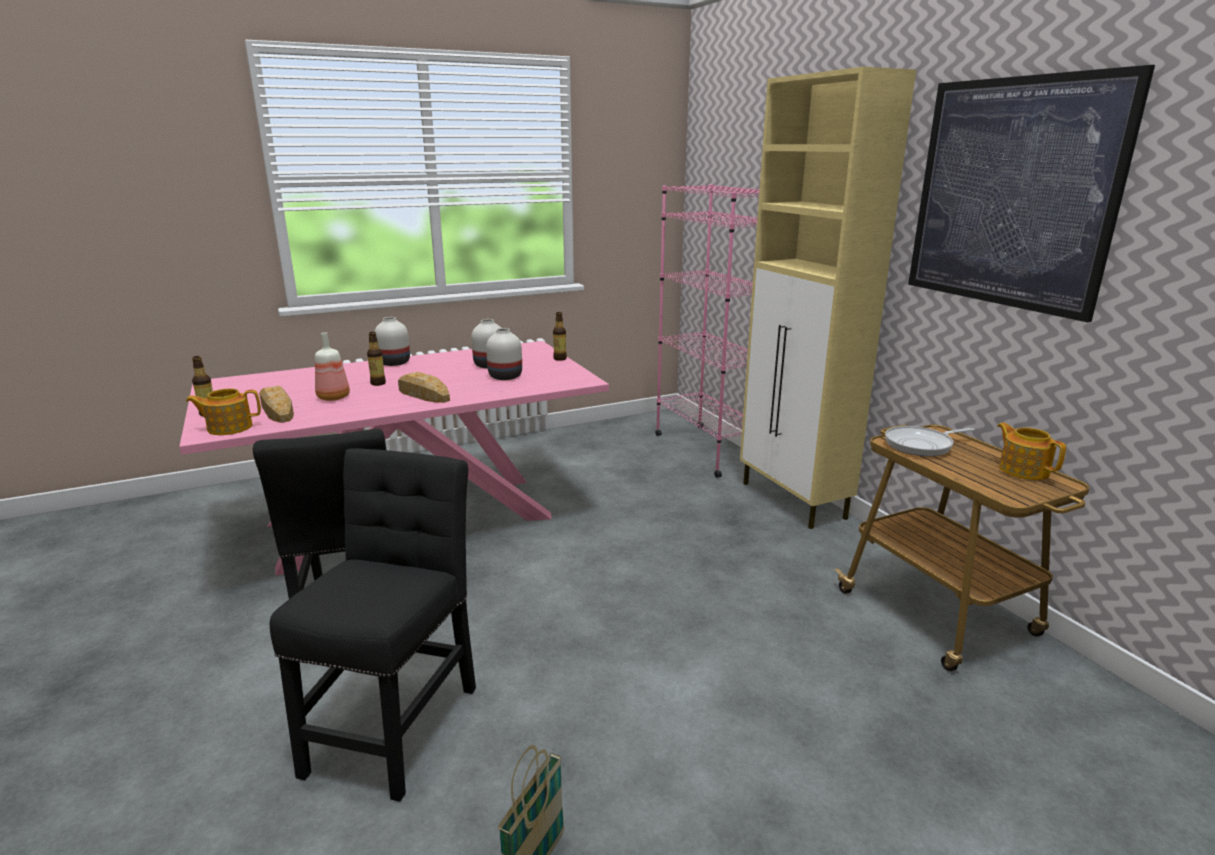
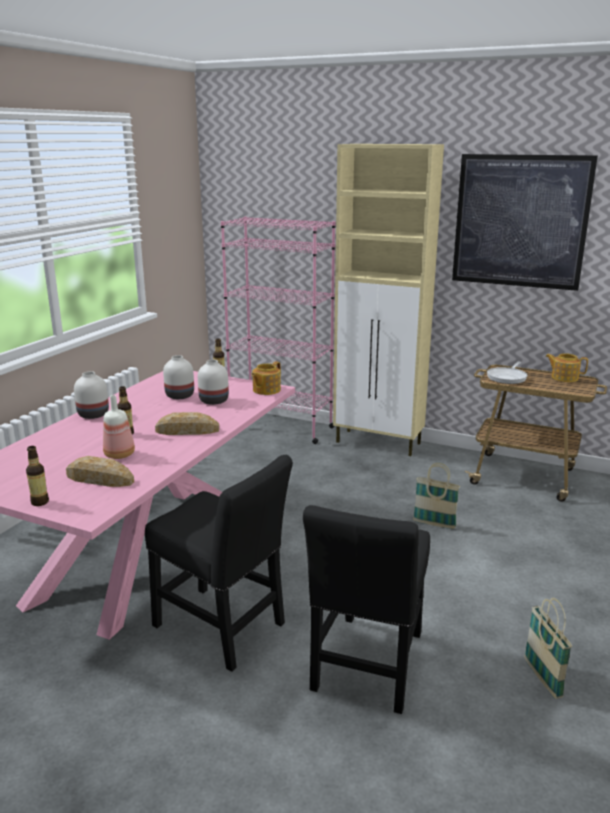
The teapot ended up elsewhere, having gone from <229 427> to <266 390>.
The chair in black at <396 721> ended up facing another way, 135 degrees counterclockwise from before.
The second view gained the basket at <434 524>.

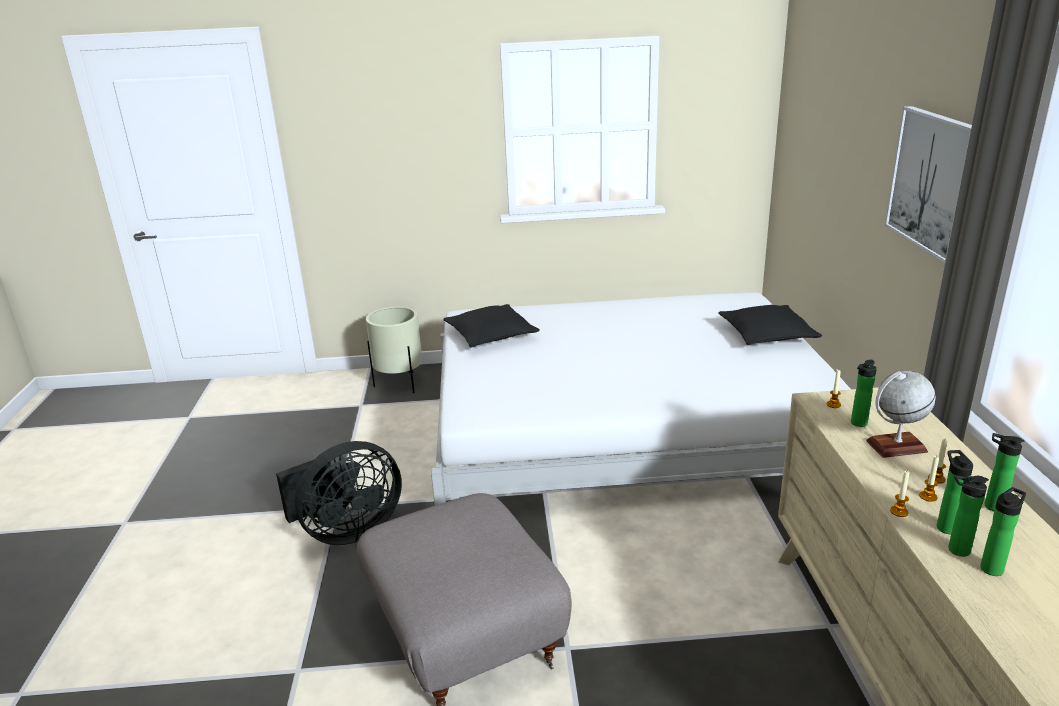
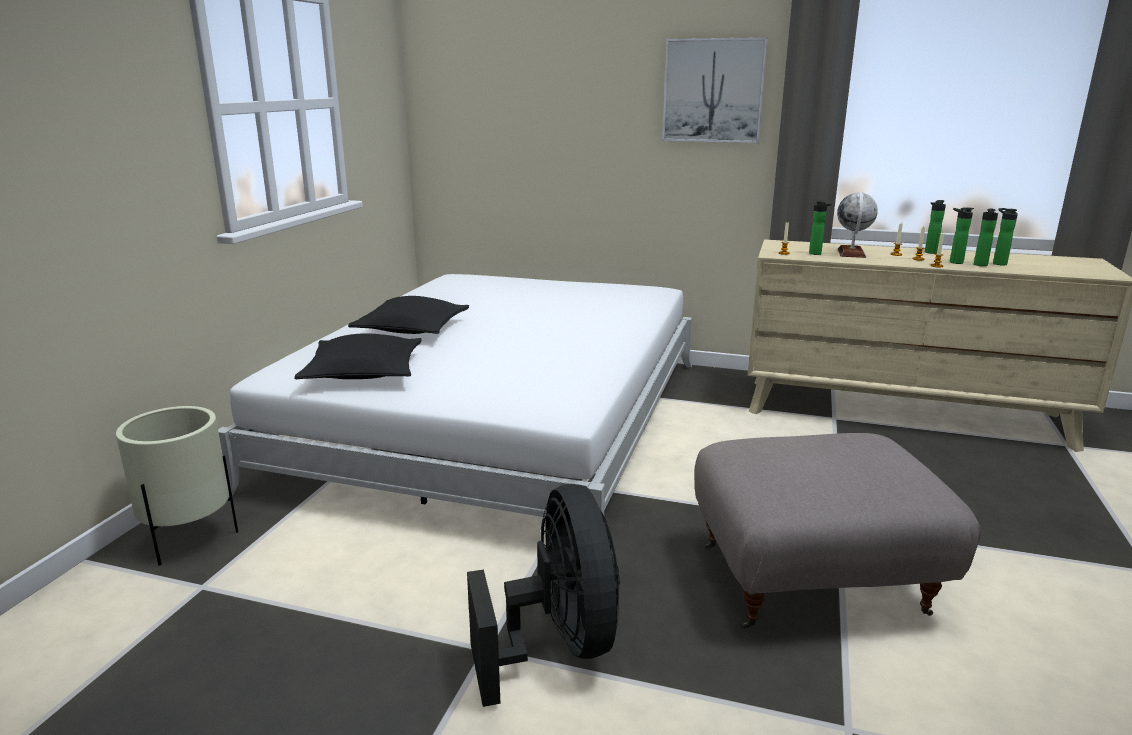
The pillow in black ended up elsewhere, having gone from <767 335> to <412 329>.

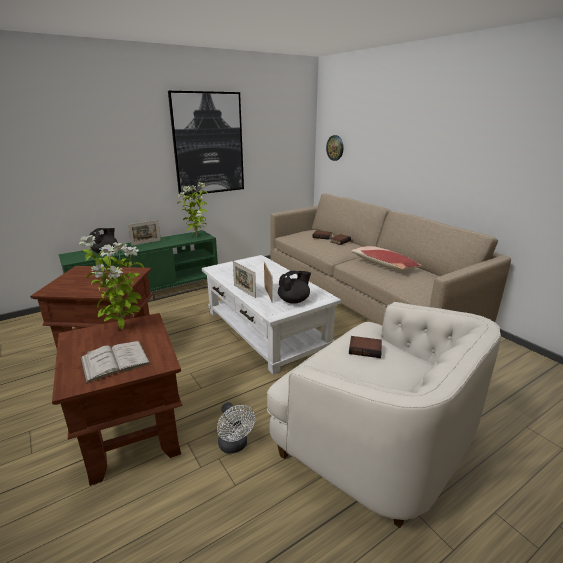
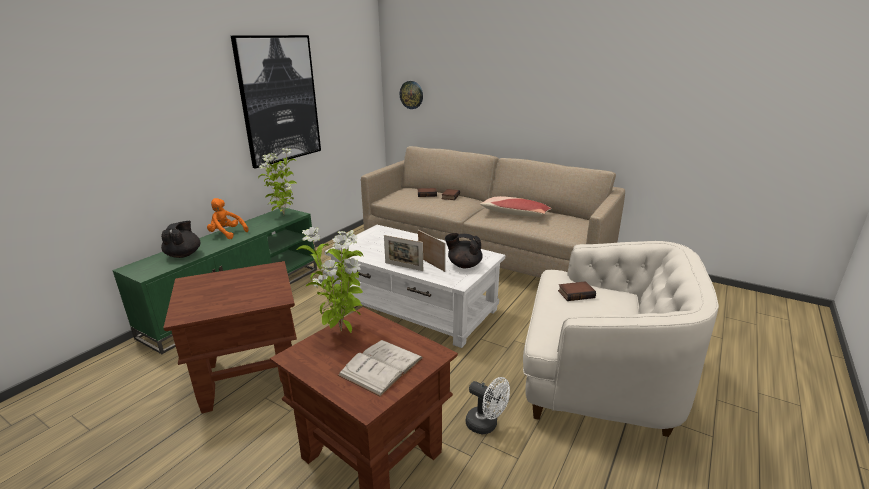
Where the picture frame stood at <146 243>, the plush toy in orange came to stand at <226 234>.
The teapot in black at <294 300> ended up facing another way, 105 degrees counterclockwise from before.

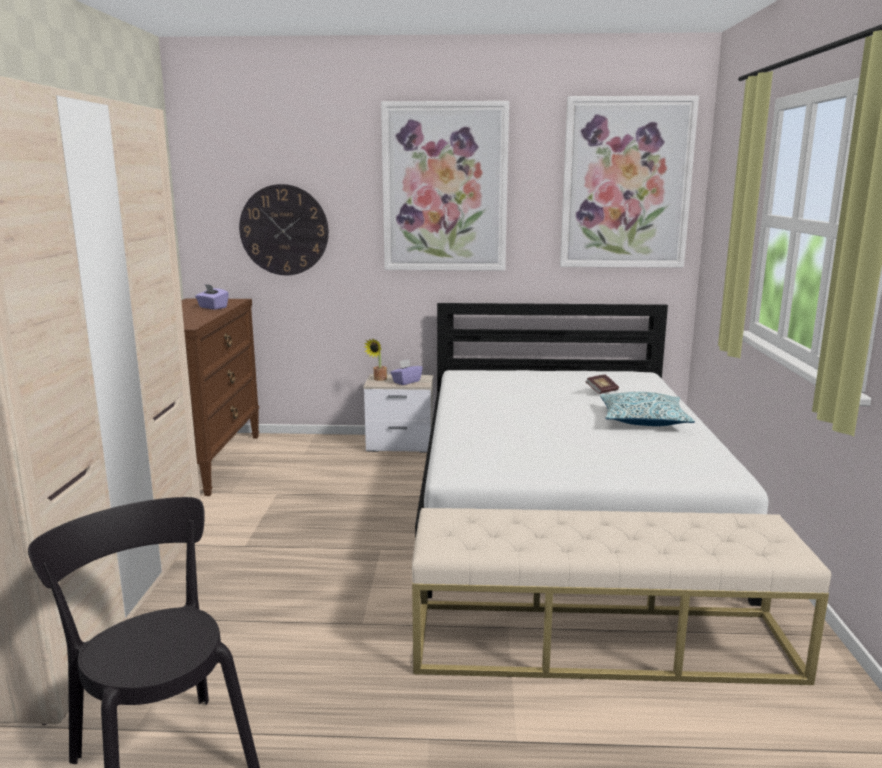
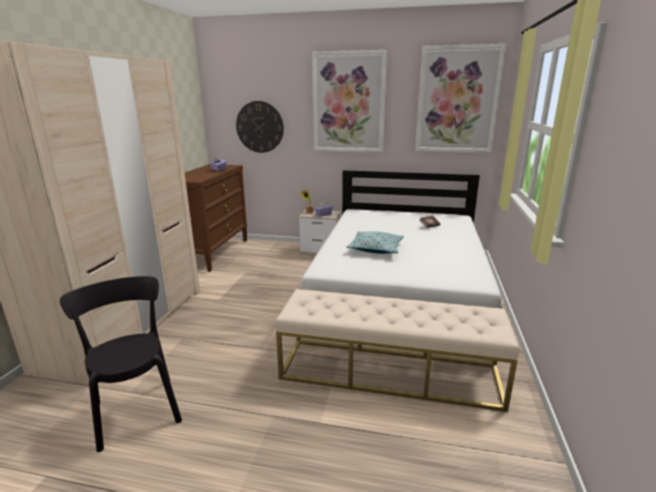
The pillow ended up elsewhere, having gone from <643 420> to <376 249>.

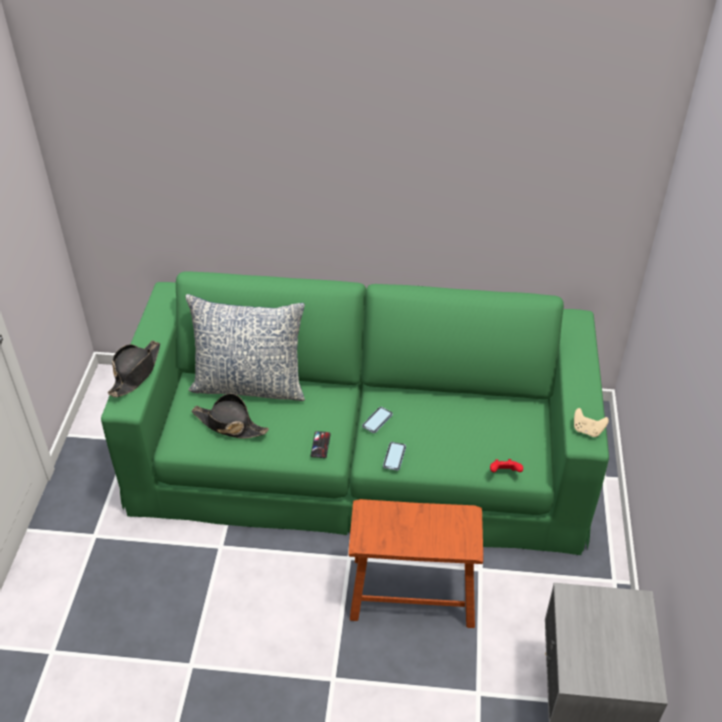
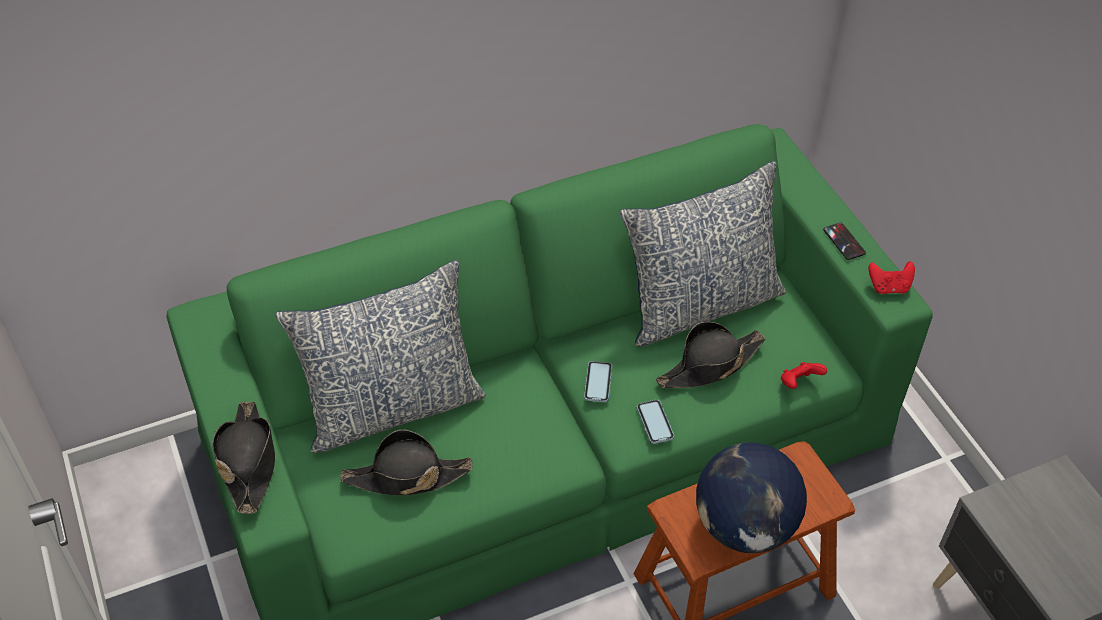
The phone ended up elsewhere, having gone from <320 445> to <844 241>.
What was the game controller in beige at <587 430> turned into the game controller in red at <889 287>.
The second view gained the pillow at <700 304>.
The second view gained the hat in black at <710 365>.
The second view gained the globe at <745 527>.

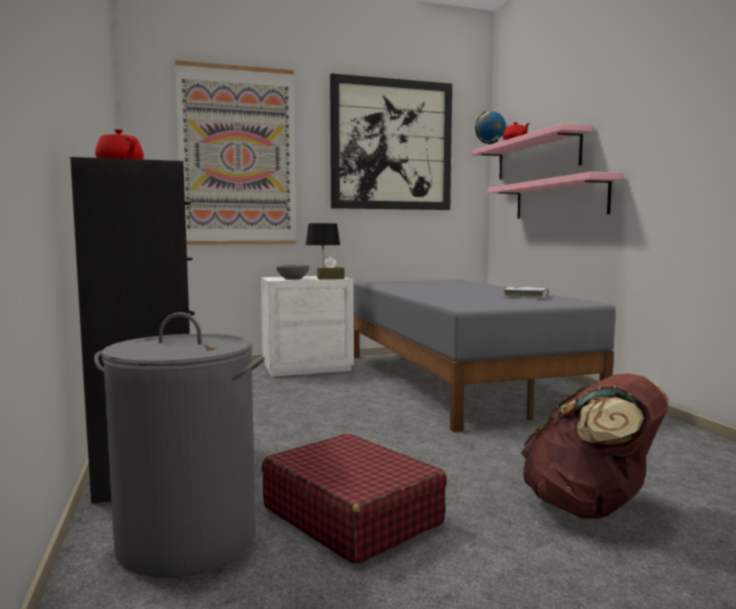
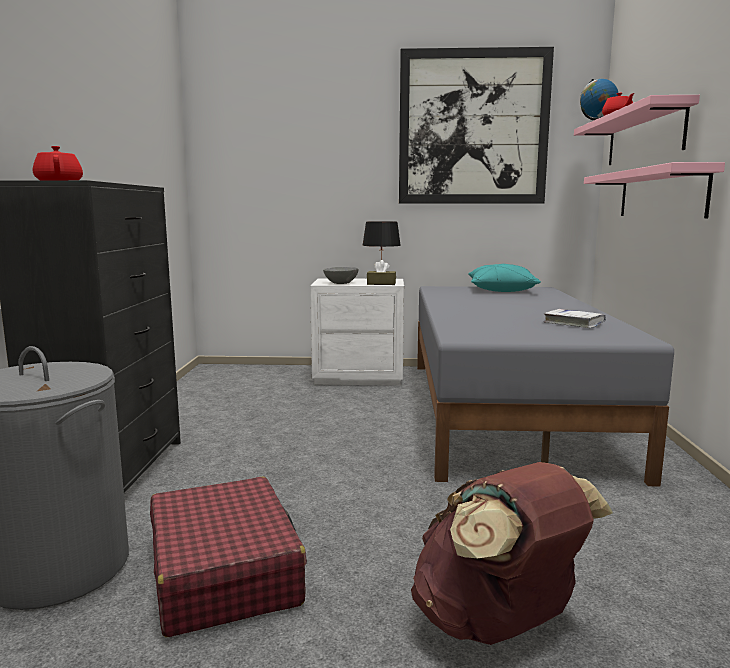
The second view lost the picture at <238 156>.
The second view gained the pillow in turquoise at <501 290>.

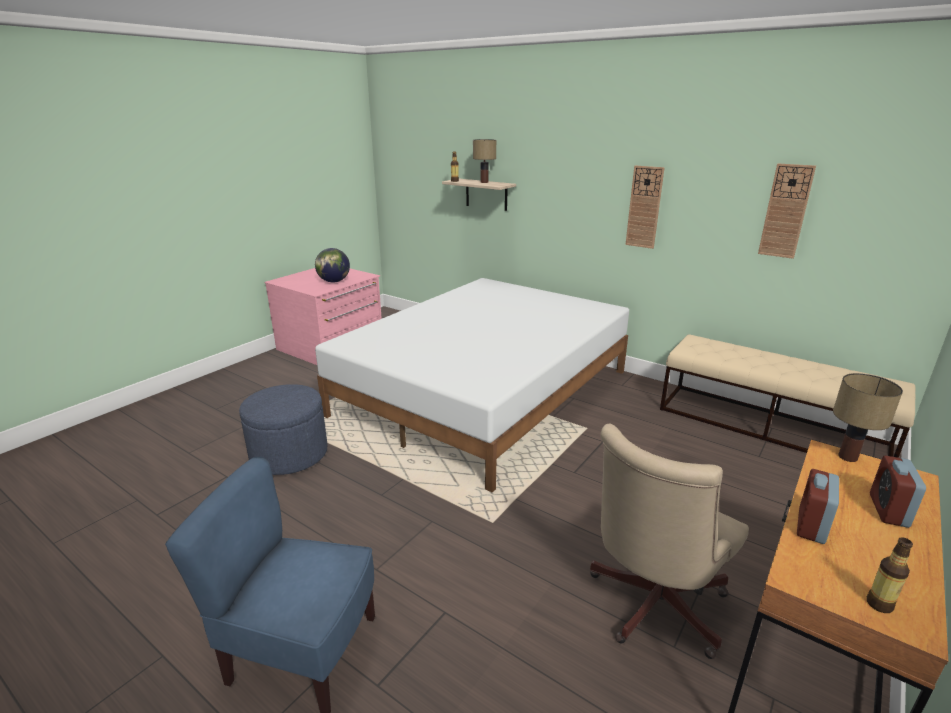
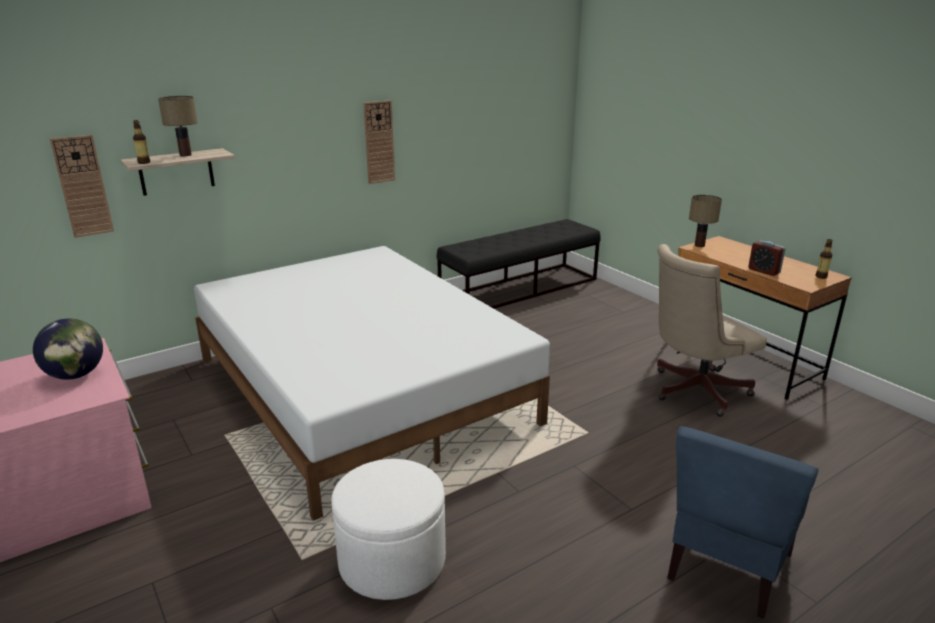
What was the ottoman in blue at <289 454> turned into the ottoman in white at <392 560>.
The office chair in beige at <651 607> ended up facing another way, 90 degrees clockwise from before.
What was the bench in beige at <770 427> turned into the bench in black at <520 288>.
The wall clock ended up elsewhere, having gone from <785 211> to <83 186>.
The second view lost the alarm clock at <888 510>.

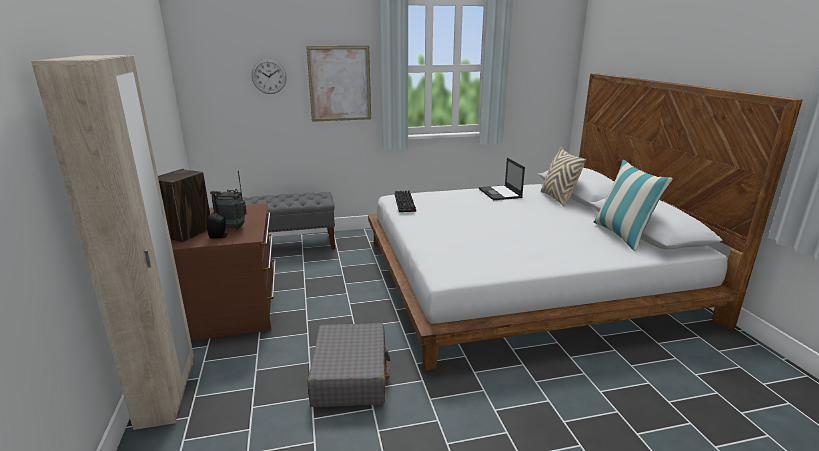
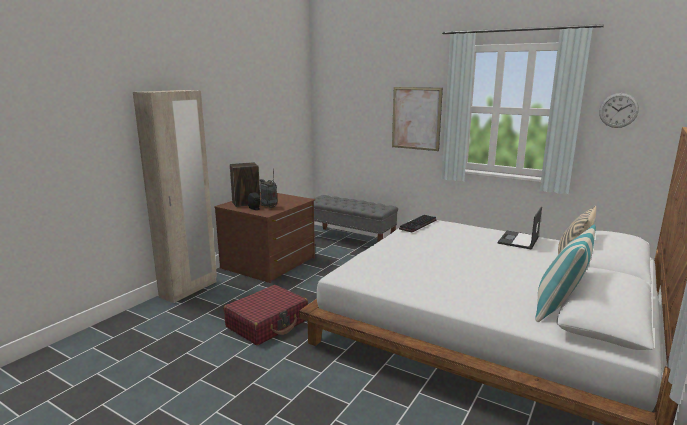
The wall clock ended up elsewhere, having gone from <269 76> to <618 110>.
What was the suitcase in grey at <350 375> turned into the suitcase in red at <268 323>.

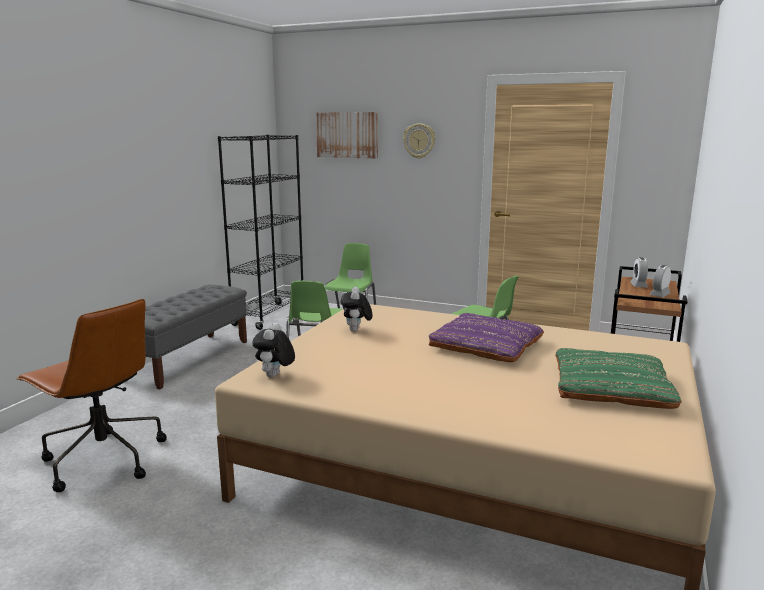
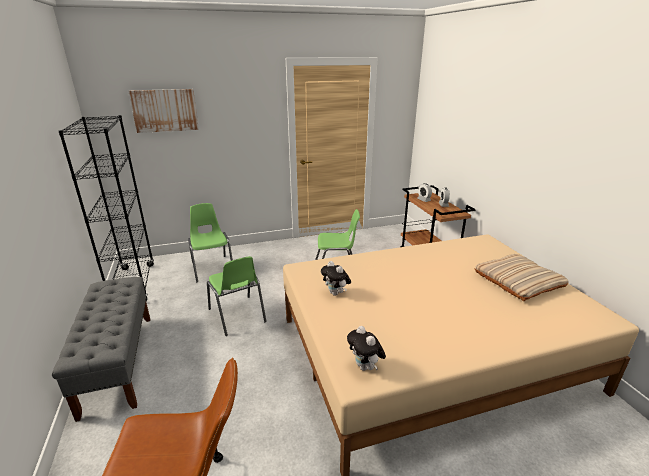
The second view lost the wall clock at <419 141>.
The second view lost the pillow in purple at <486 345>.
What was the pillow in green at <611 387> turned into the pillow in beige at <518 281>.

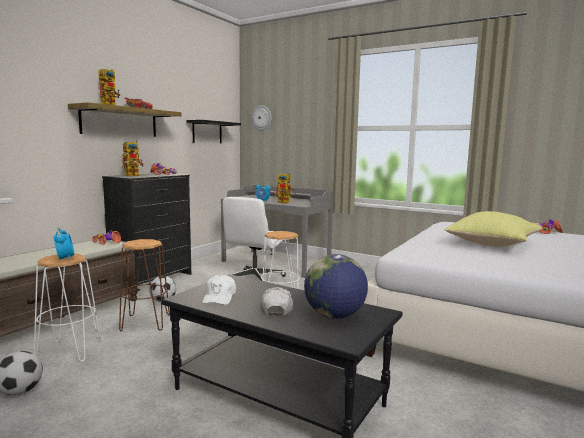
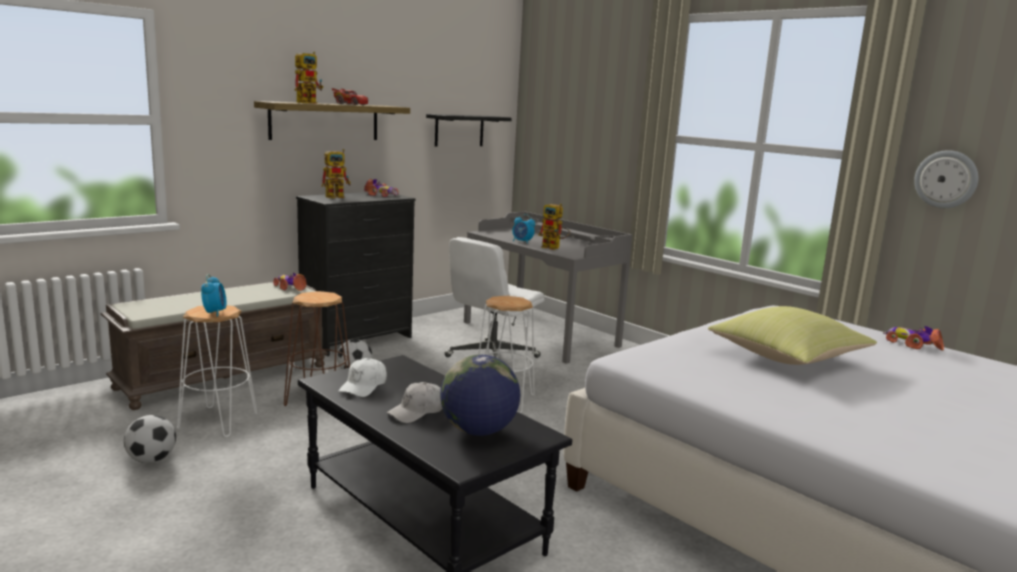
The wall clock ended up elsewhere, having gone from <261 118> to <946 179>.
The cap in white at <276 309> ended up facing another way, 150 degrees counterclockwise from before.

